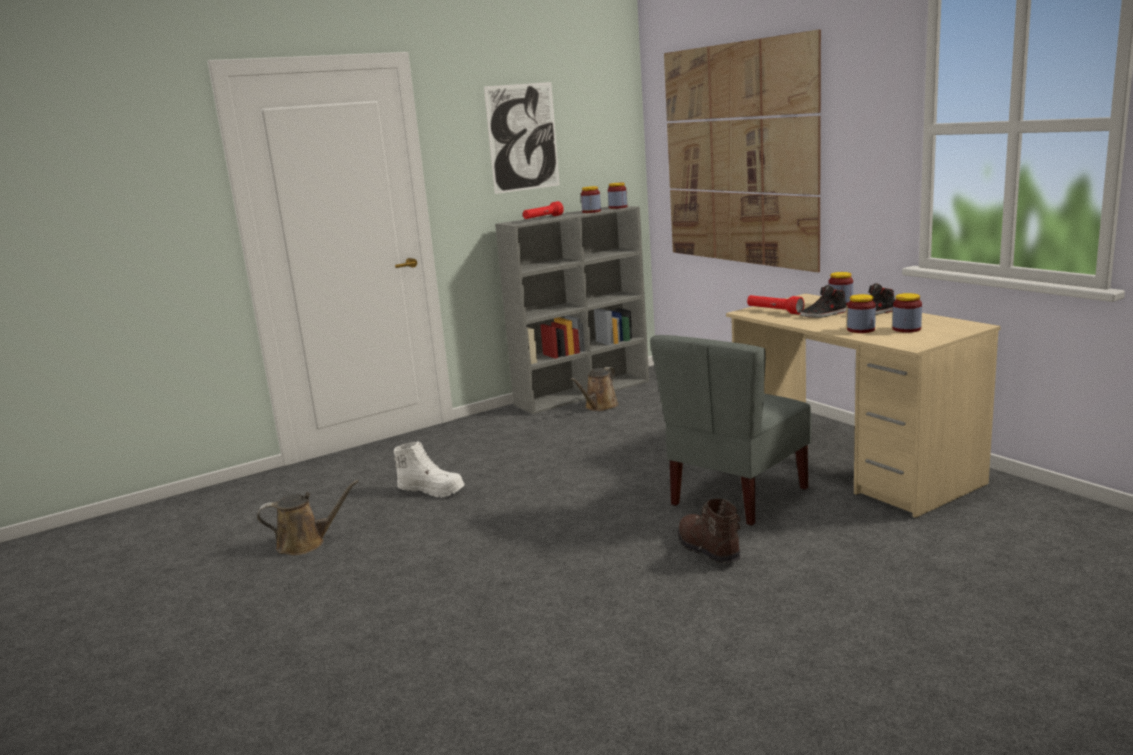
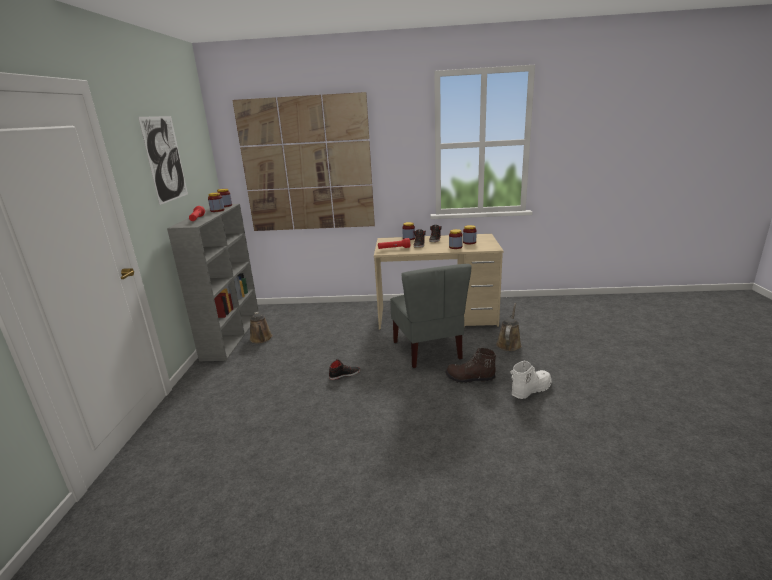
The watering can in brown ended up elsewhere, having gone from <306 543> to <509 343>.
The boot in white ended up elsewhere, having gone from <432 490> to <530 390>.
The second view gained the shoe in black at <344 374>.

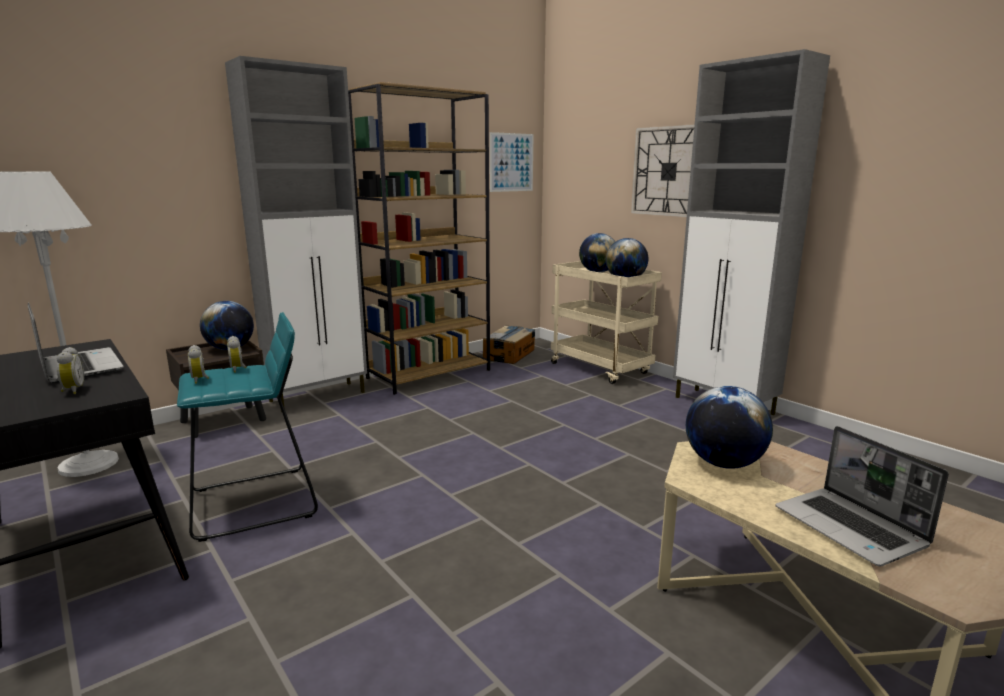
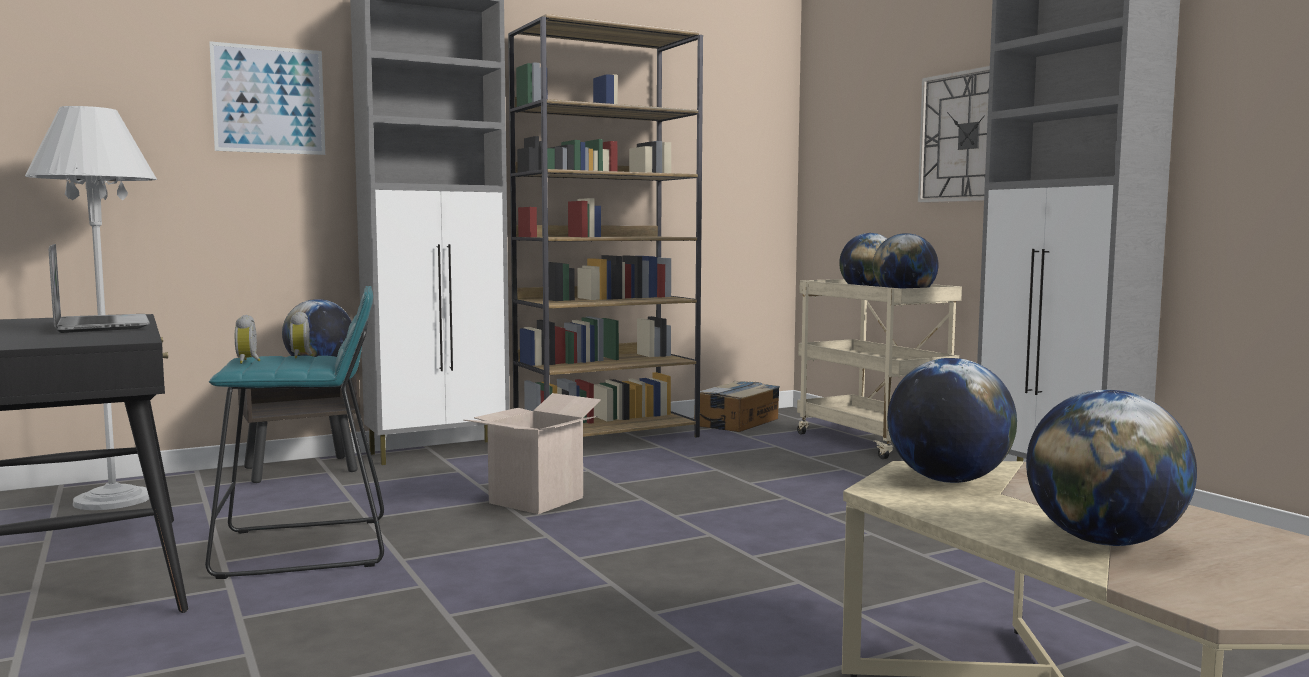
The second view lost the alarm clock at <72 390>.
The picture ended up elsewhere, having gone from <511 162> to <269 100>.
Where the laptop stood at <851 528>, the globe came to stand at <1104 542>.
The second view gained the cardboard box at <536 500>.

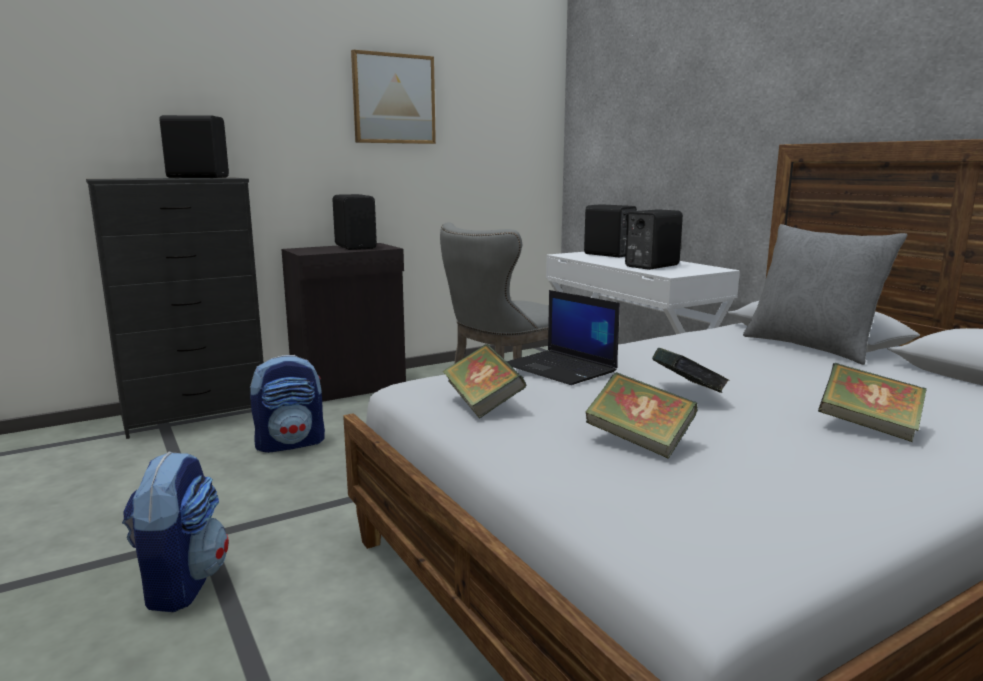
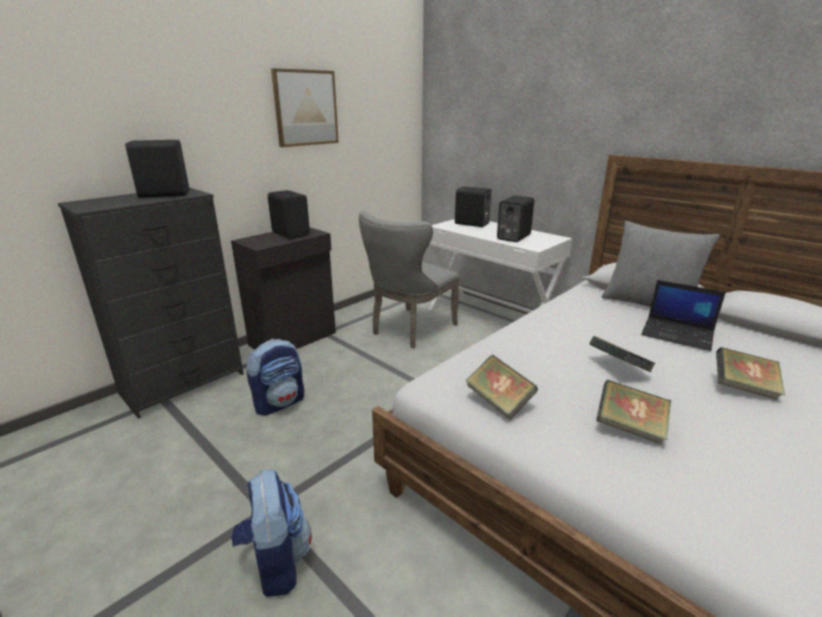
The laptop ended up elsewhere, having gone from <561 368> to <678 334>.

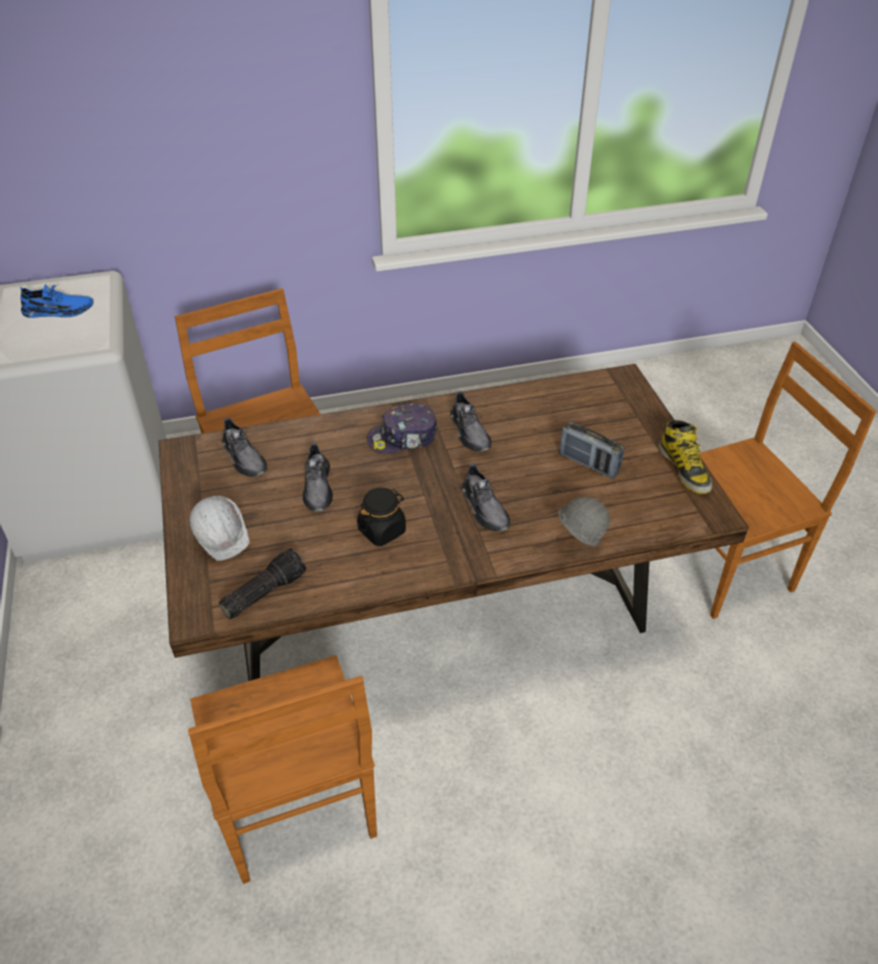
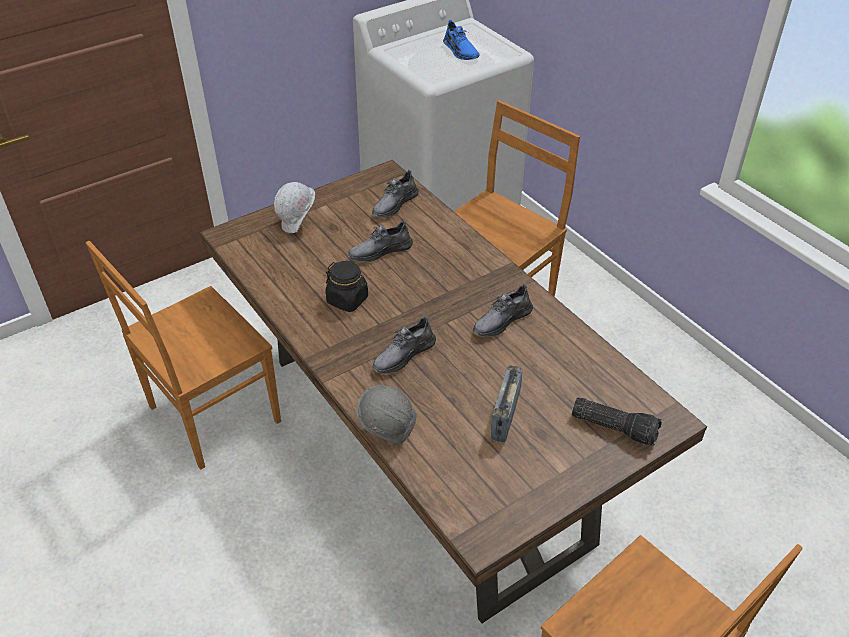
The flashlight ended up elsewhere, having gone from <263 592> to <615 427>.
The second view lost the cap at <403 438>.
The second view lost the boot at <684 469>.

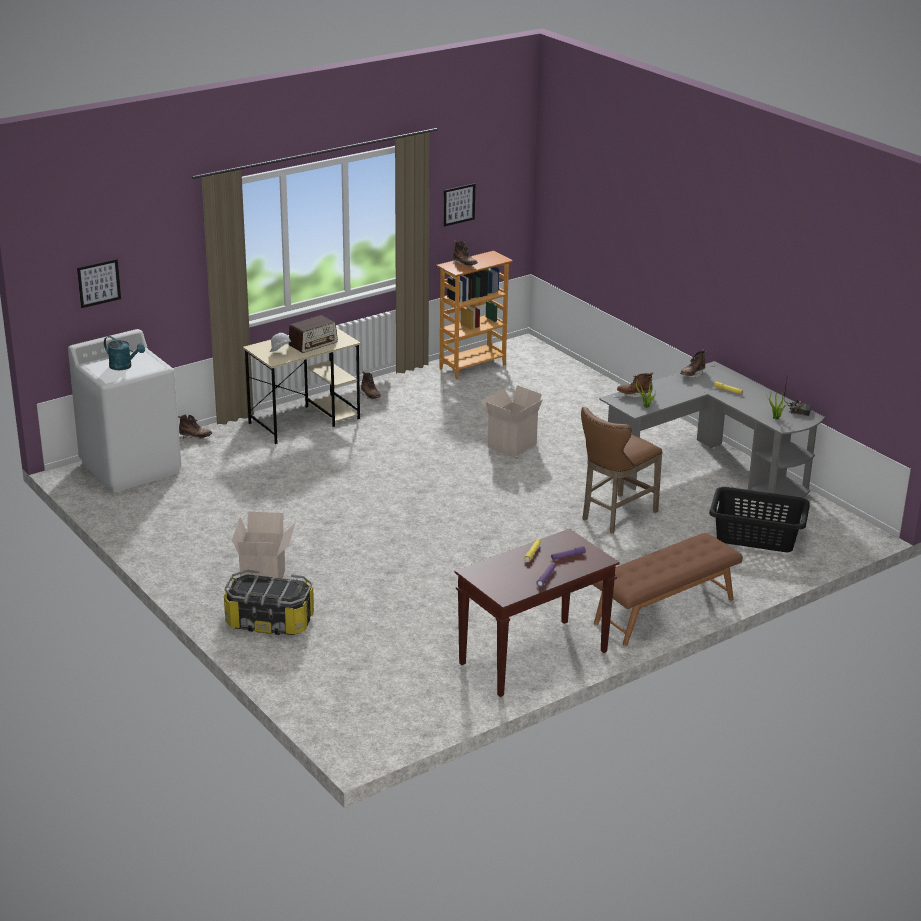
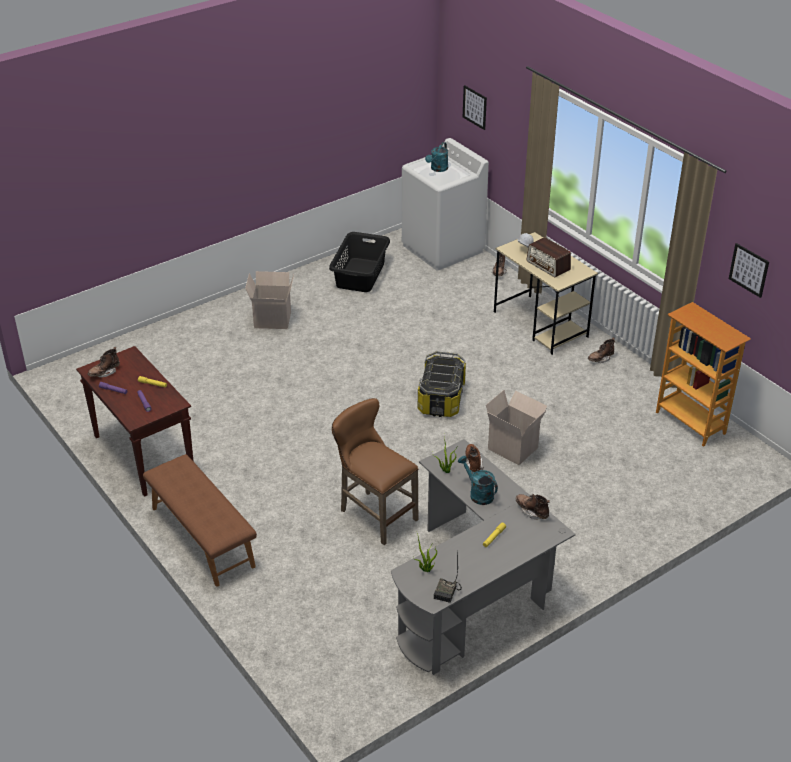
The storage box ended up elsewhere, having gone from <269 622> to <441 398>.
The boot in brown ended up elsewhere, having gone from <465 264> to <104 372>.
The laundry basket in black ended up elsewhere, having gone from <756 536> to <361 275>.
The second view gained the watering can in turquoise at <478 493>.

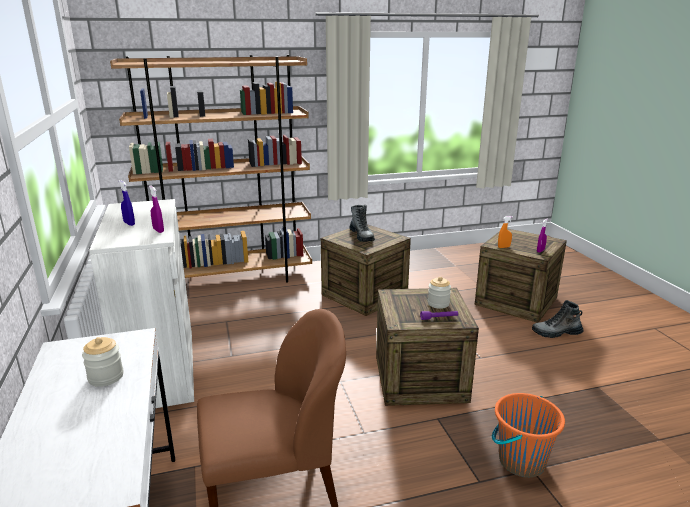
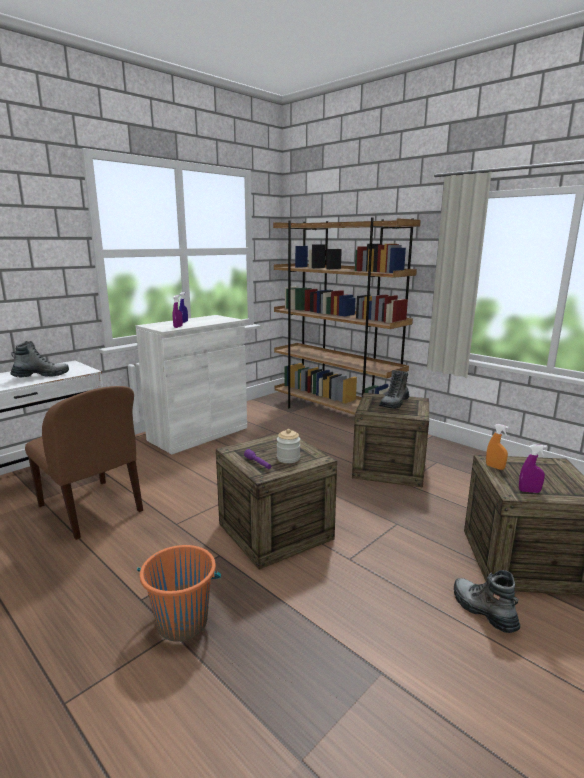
Where the jar stood at <106 377>, the boot came to stand at <41 376>.

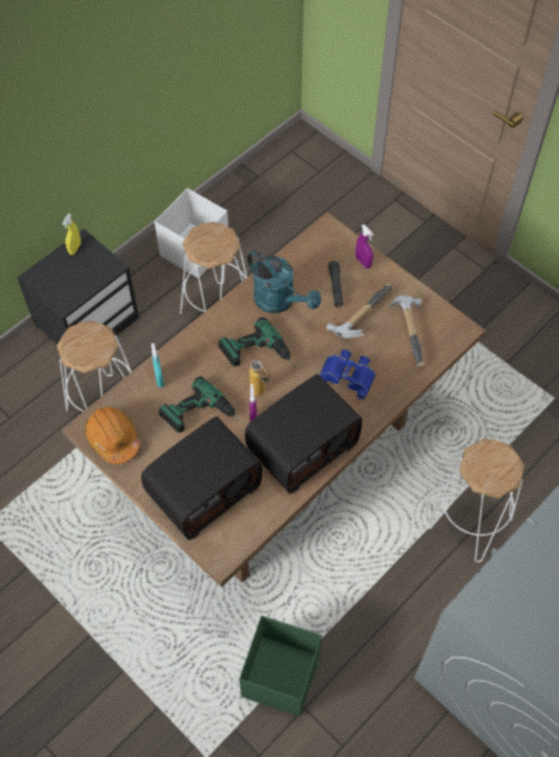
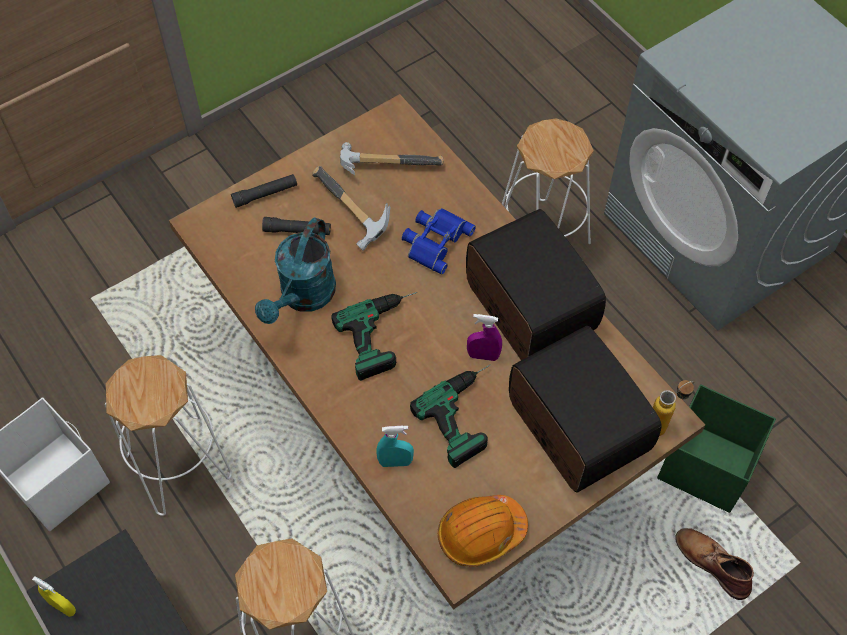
The watering can in turquoise at <280 301> ended up facing another way, 150 degrees clockwise from before.
The bottle ended up elsewhere, having gone from <261 394> to <663 424>.
Where the spray bottle in purple stood at <363 262>, the flashlight in black came to stand at <265 194>.
The second view gained the boot in brown at <712 563>.

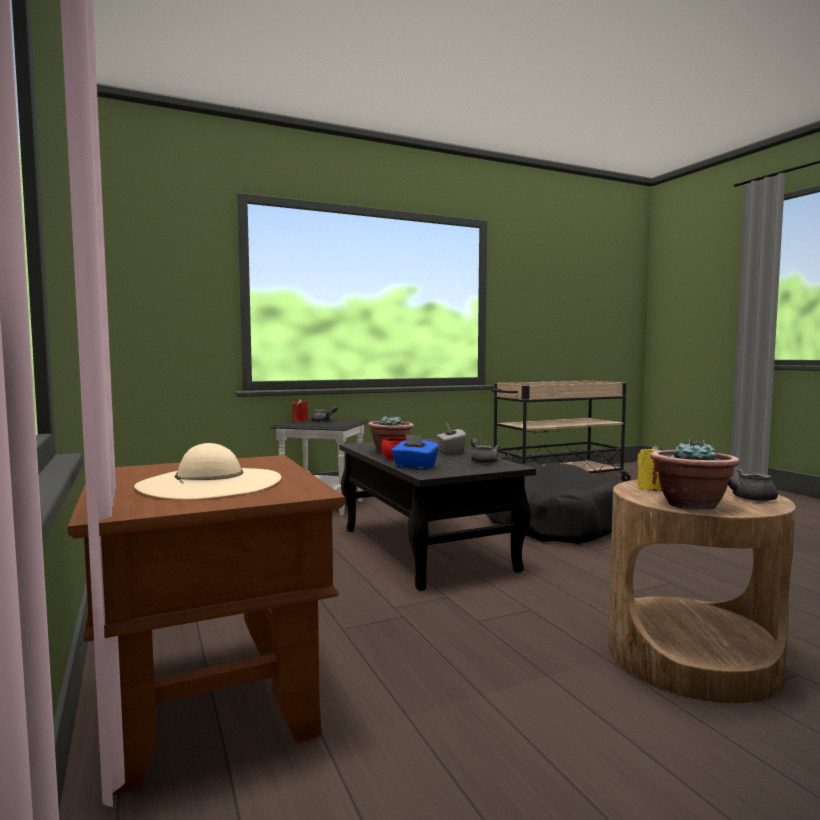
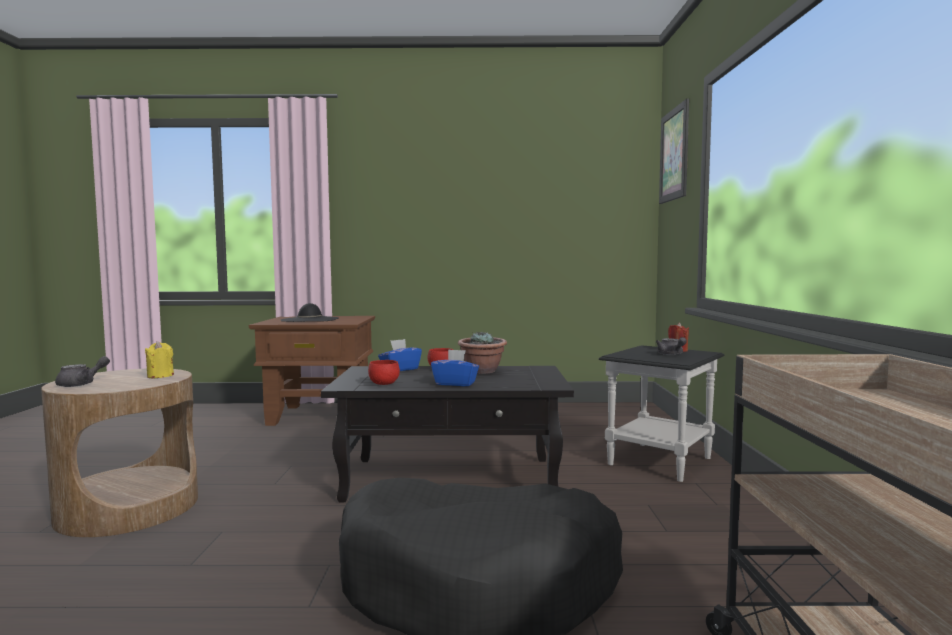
What was the hat in beige at <210 483> turned into the hat in black at <310 319>.
What was the tissue box in grey at <450 451> turned into the tissue box in blue at <455 383>.
Where the teapot in grey stood at <483 461>, the bowl in red came to stand at <384 384>.
The second view lost the potted plant at <691 505>.
The second view gained the picture at <674 154>.

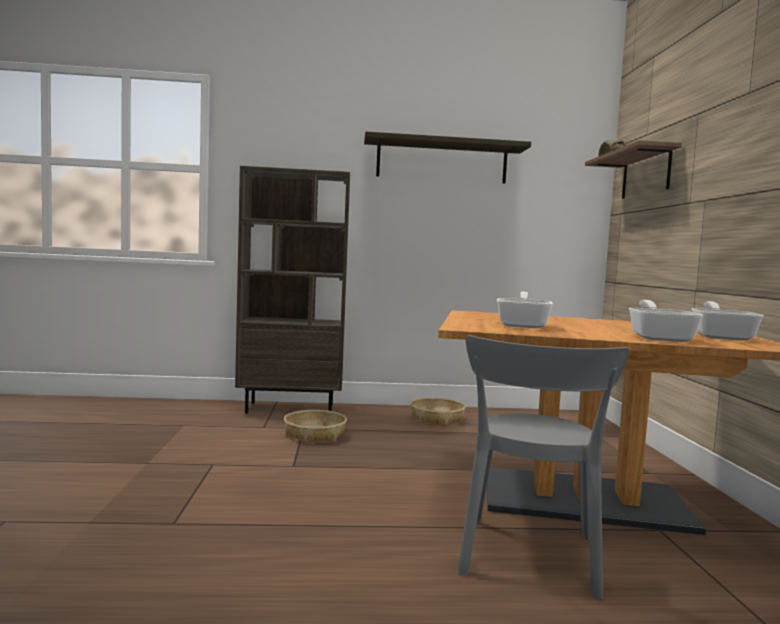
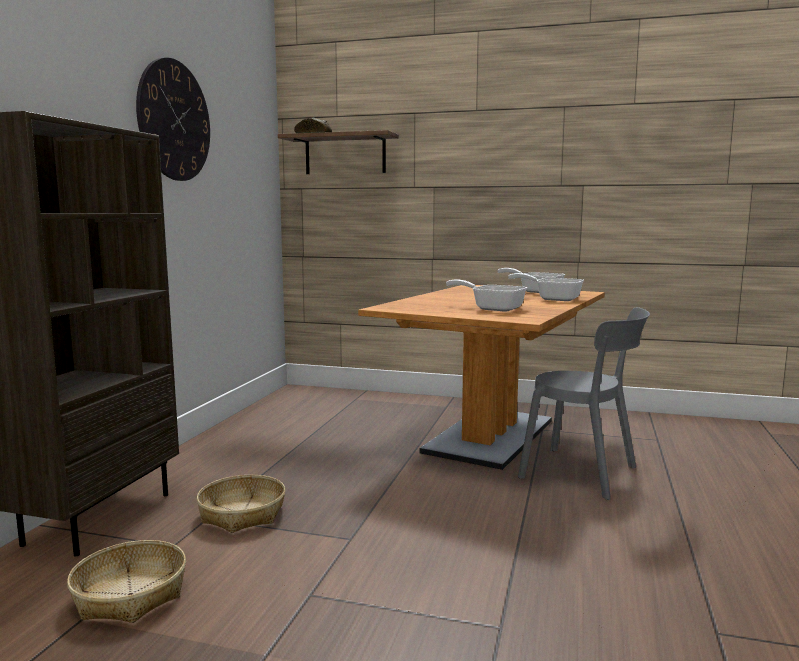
Where the shelf hung at <442 162>, the wall clock came to hang at <174 120>.
The basket ended up elsewhere, having gone from <437 418> to <130 594>.

